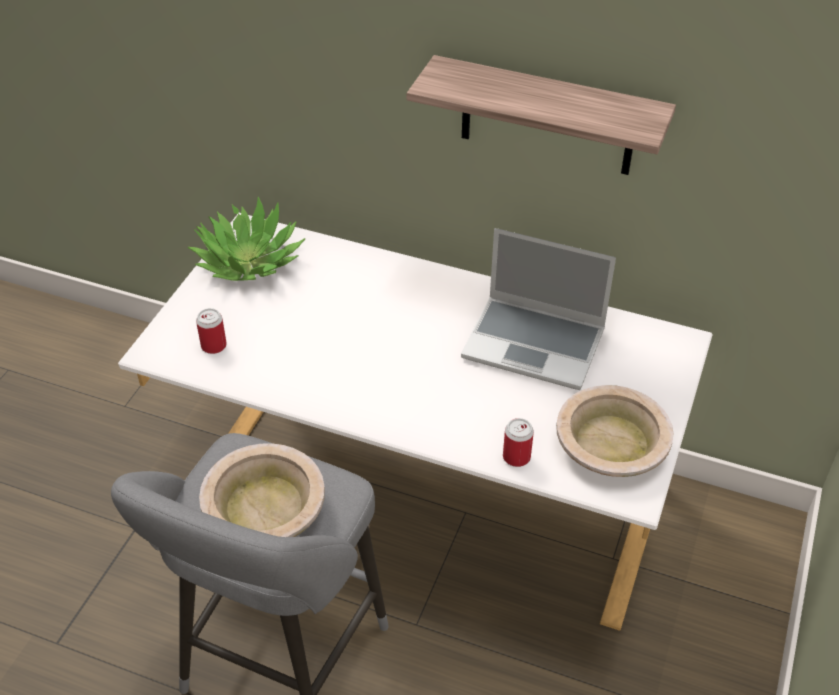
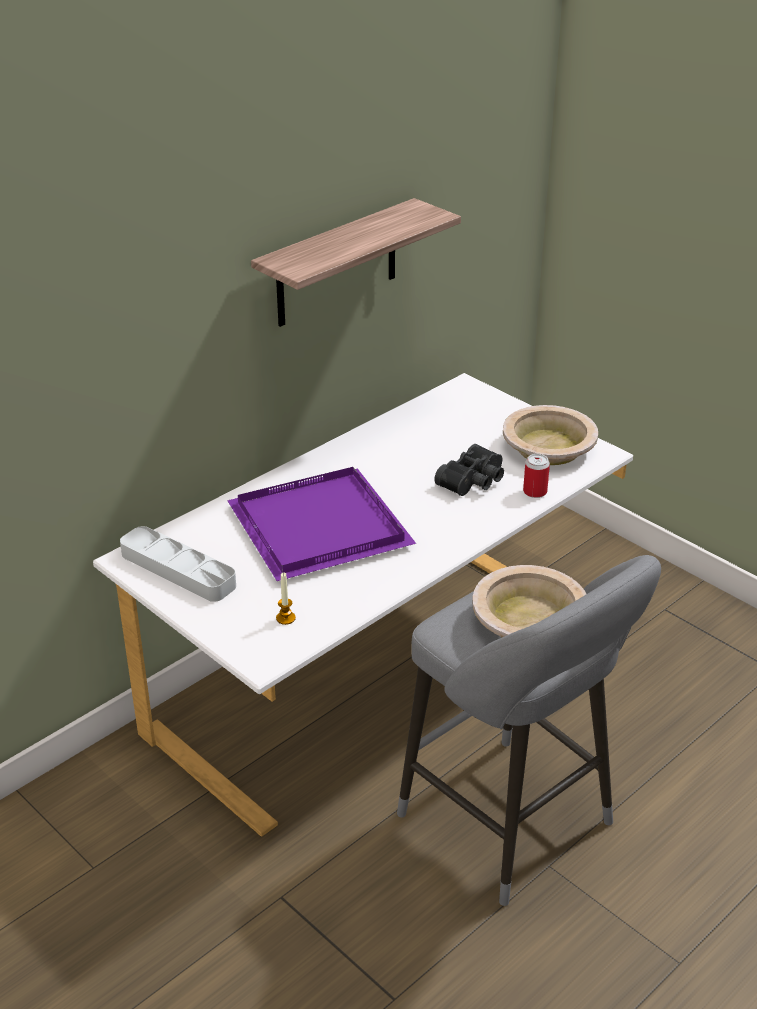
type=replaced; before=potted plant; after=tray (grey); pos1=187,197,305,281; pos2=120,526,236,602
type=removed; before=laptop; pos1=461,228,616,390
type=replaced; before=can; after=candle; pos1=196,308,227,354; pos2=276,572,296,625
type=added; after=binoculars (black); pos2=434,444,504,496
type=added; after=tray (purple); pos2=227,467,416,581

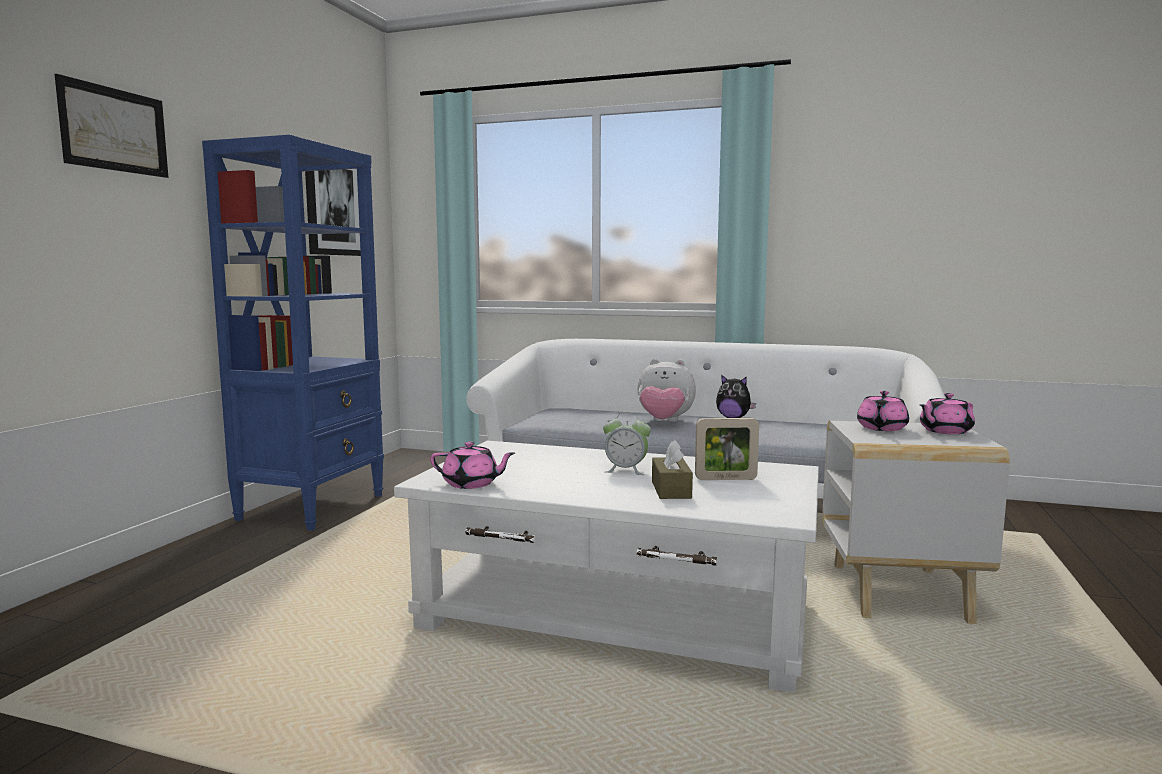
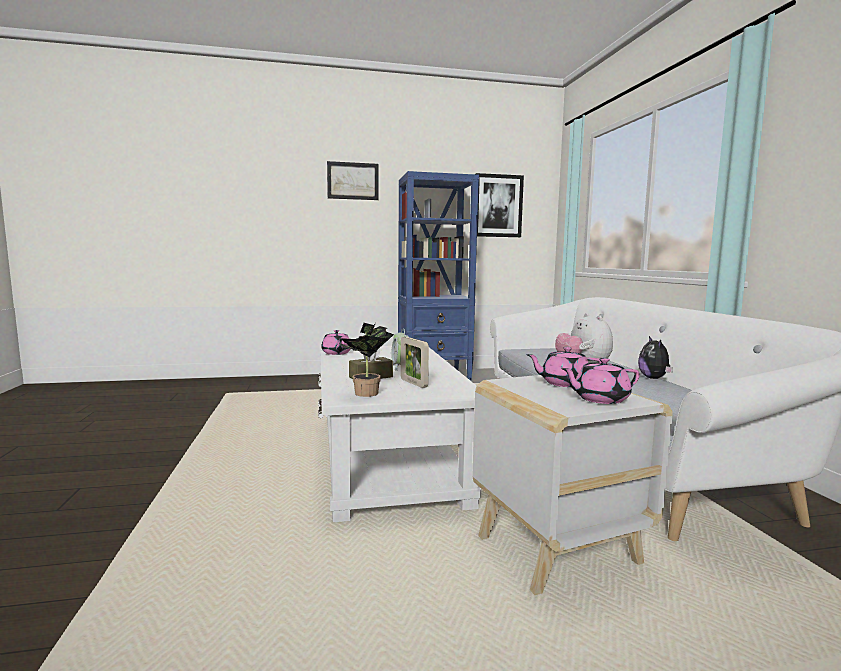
type=turned; before=teapot (pink); pos1=920,393,975,434; pos2=561,358,640,404; turn=-45
type=added; after=potted plant; pos2=339,323,394,397

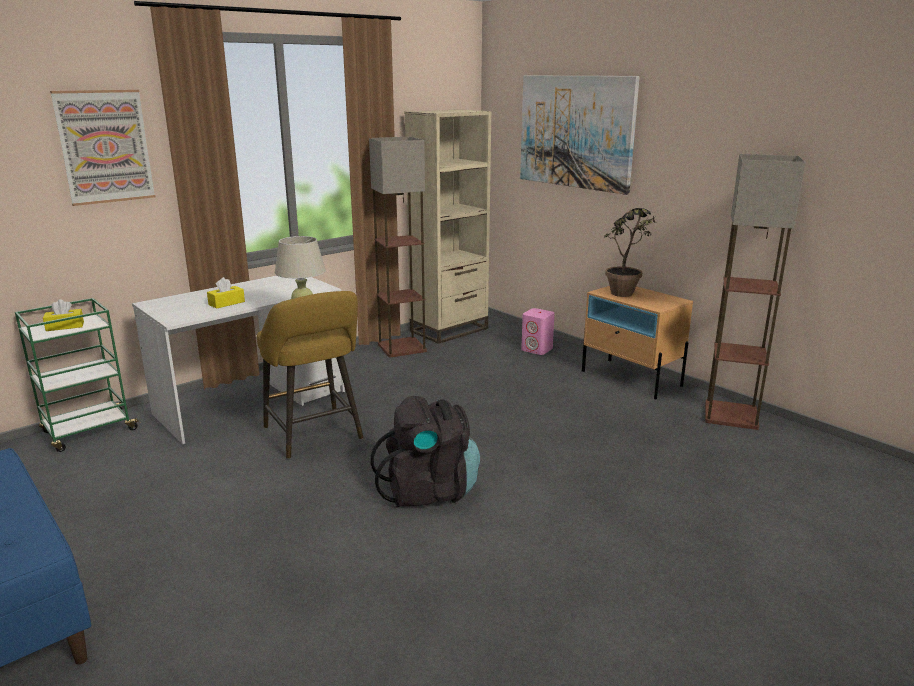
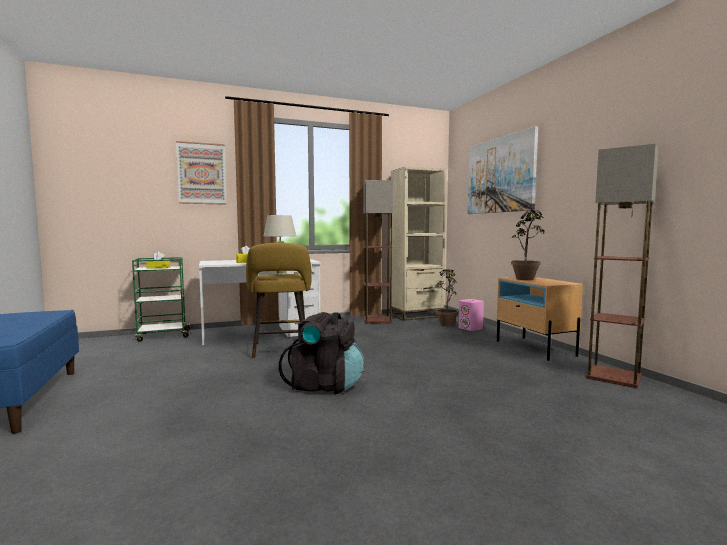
type=added; after=potted plant; pos2=435,269,458,326

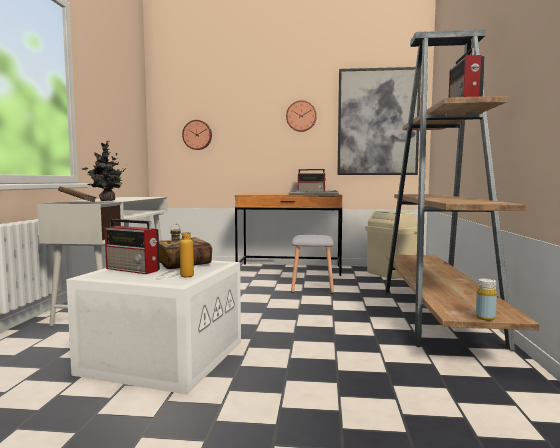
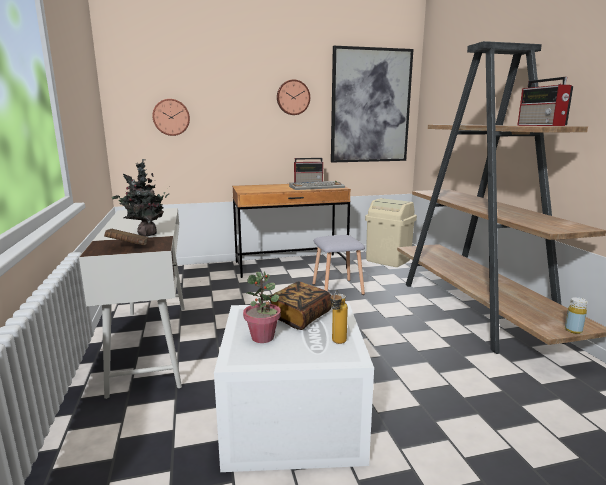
type=replaced; before=radio; after=potted plant; pos1=105,219,160,274; pos2=243,271,281,343

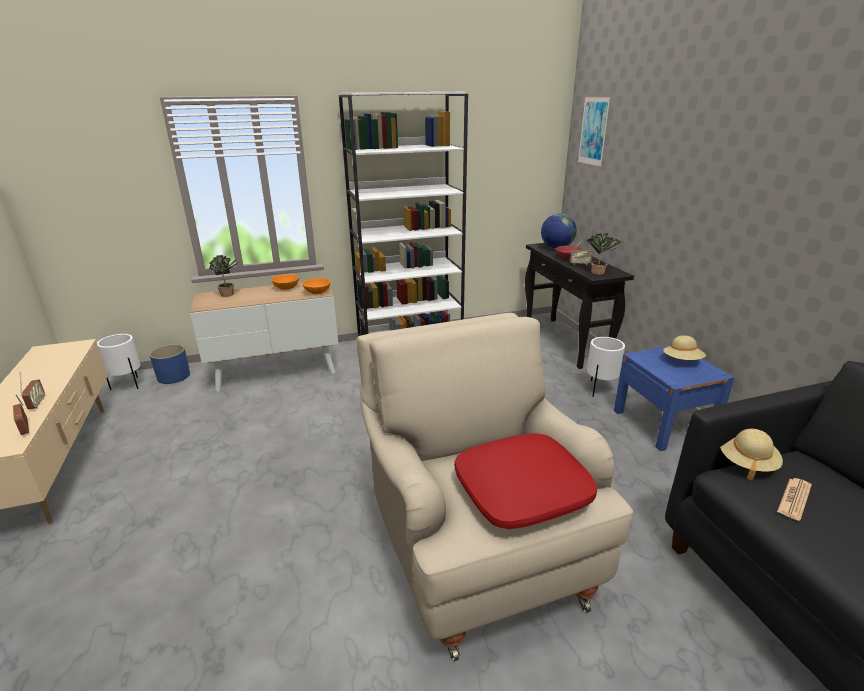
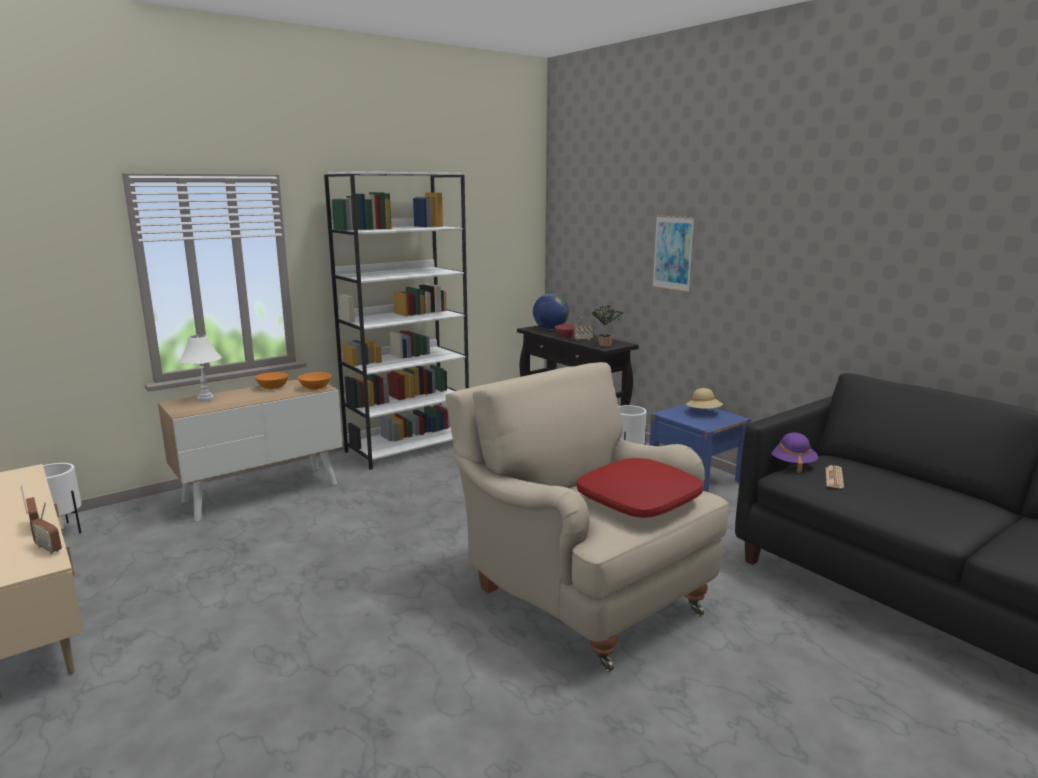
type=moved; before=picture; pos1=577,96,611,167; pos2=652,216,695,292
type=replaced; before=potted plant; after=table lamp (white); pos1=209,255,238,297; pos2=179,335,222,402
type=removed; before=planter (blue); pos1=149,344,190,384
type=recoloured; before=hat (beige); after=hat (purple); pos1=720,429,783,480; pos2=771,432,818,473

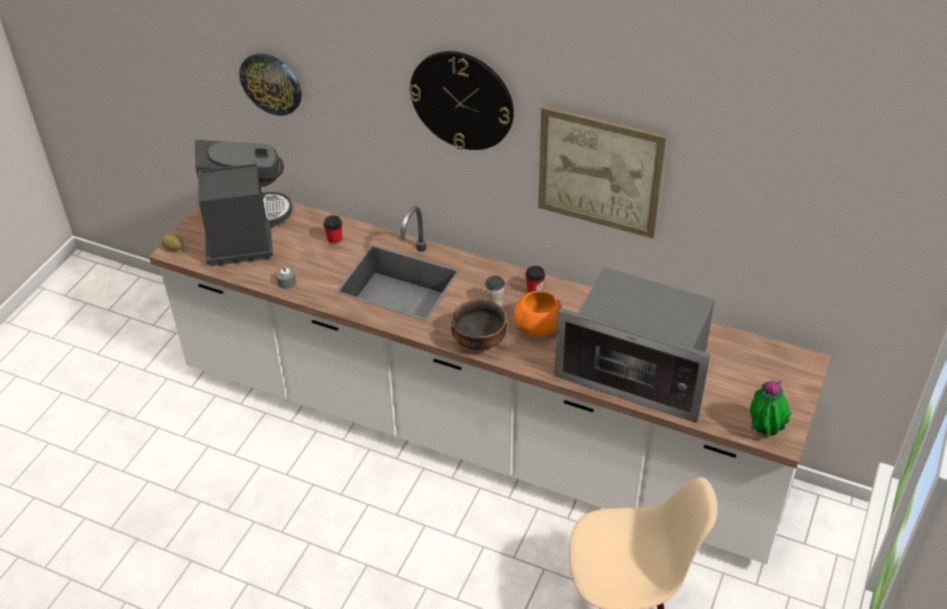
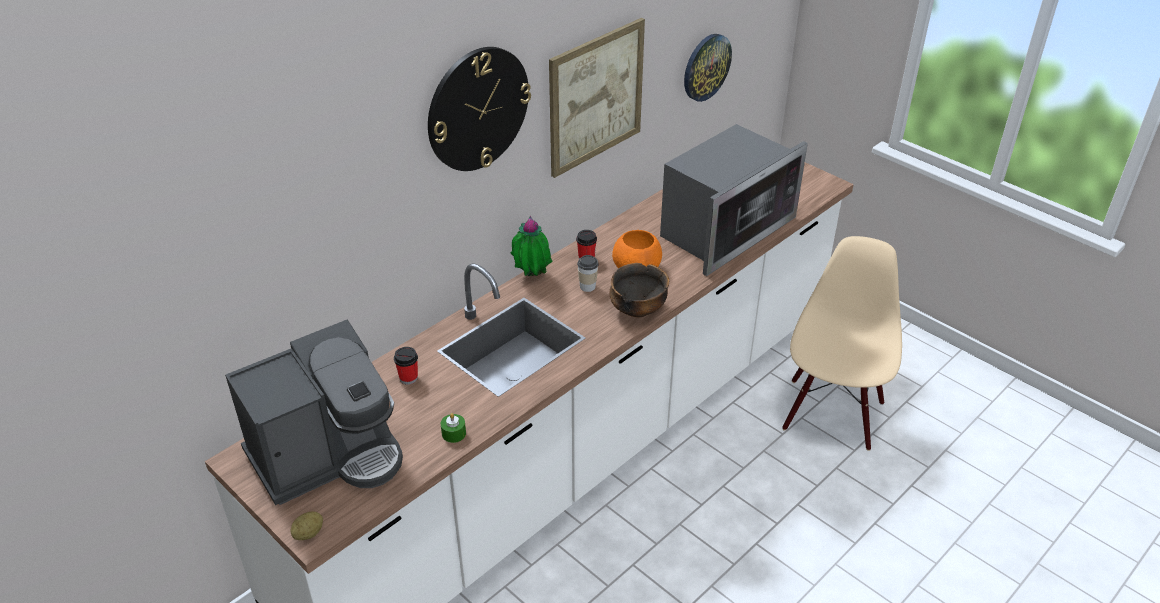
type=moved; before=wall clock; pos1=239,53,302,116; pos2=684,34,732,102
type=turned; before=coffee machine; pos1=195,140,293,266; pos2=225,320,403,505; turn=135
type=recoloured; before=candle (grey); after=candle (green); pos1=276,266,296,289; pos2=441,413,466,443
type=moved; before=potted plant; pos1=750,381,792,437; pos2=510,216,553,276

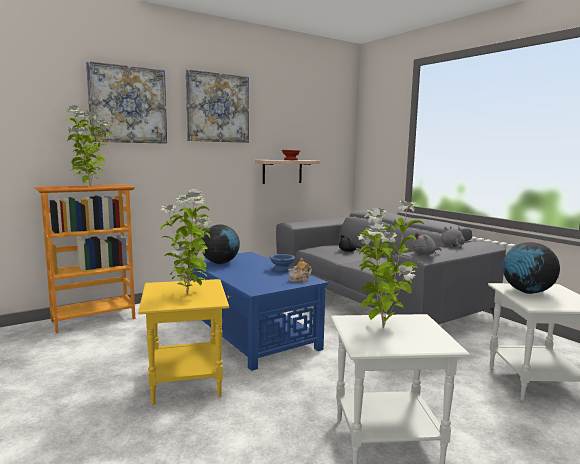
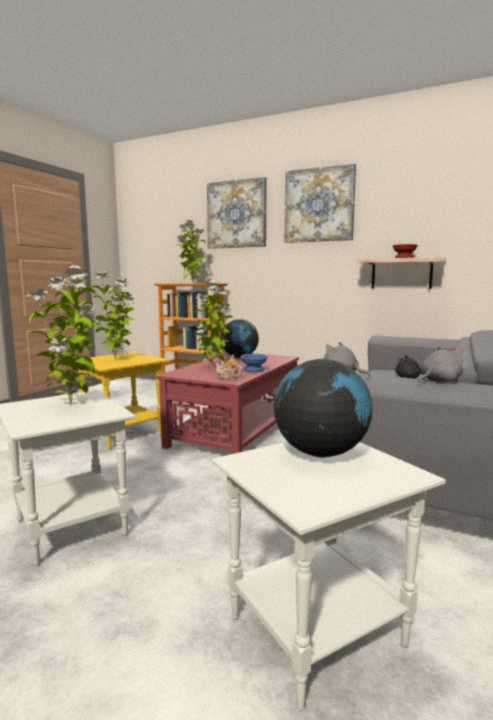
type=recoloured; before=coffee table (blue); after=coffee table (red); pos1=188,252,328,371; pos2=156,353,299,454
type=added; after=potted plant; pos2=193,281,234,368

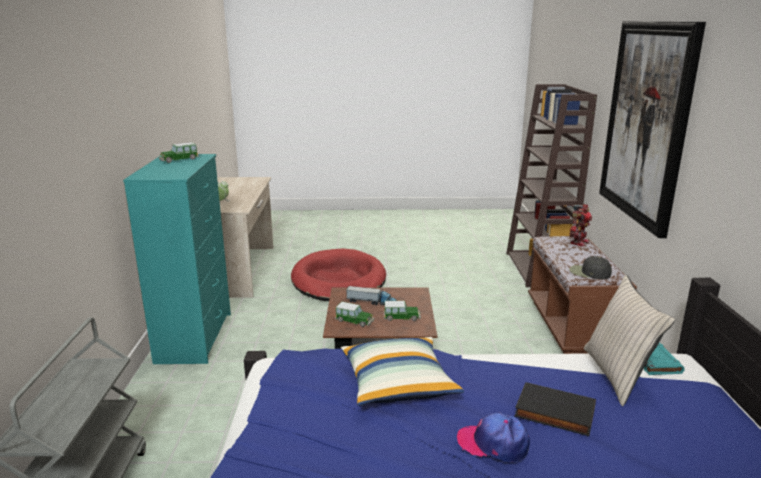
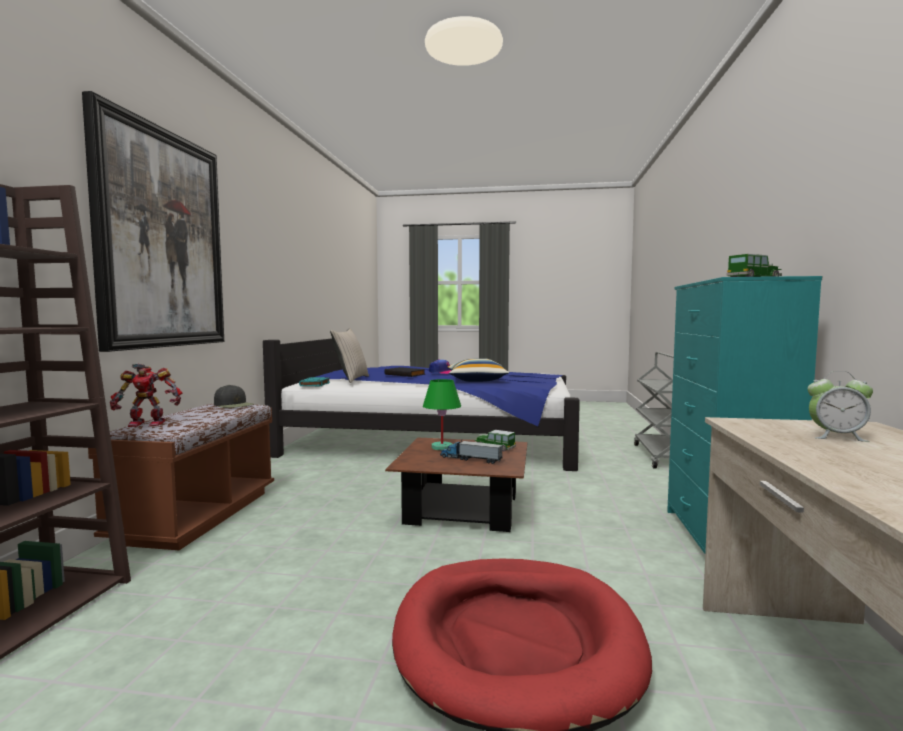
type=turned; before=toy robot; pos1=563,204,592,247; pos2=110,363,182,427; turn=-150
type=replaced; before=toy car; after=table lamp (green); pos1=384,301,421,321; pos2=423,379,461,450

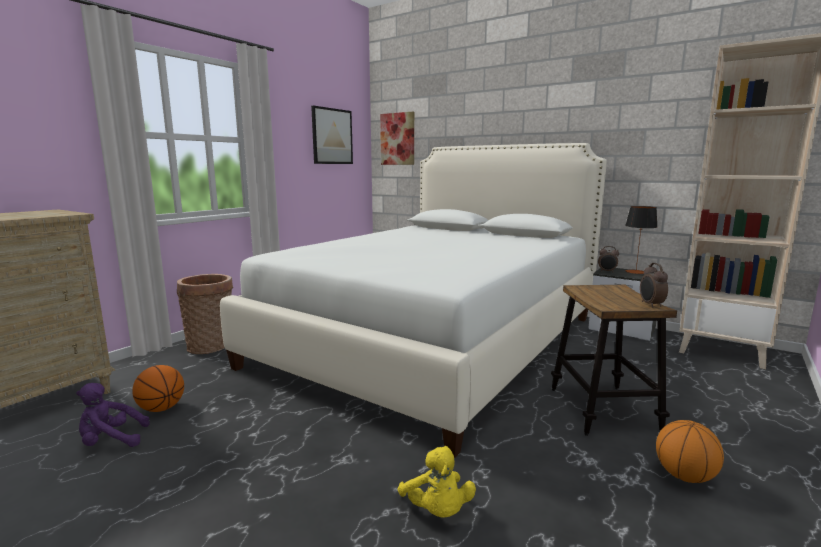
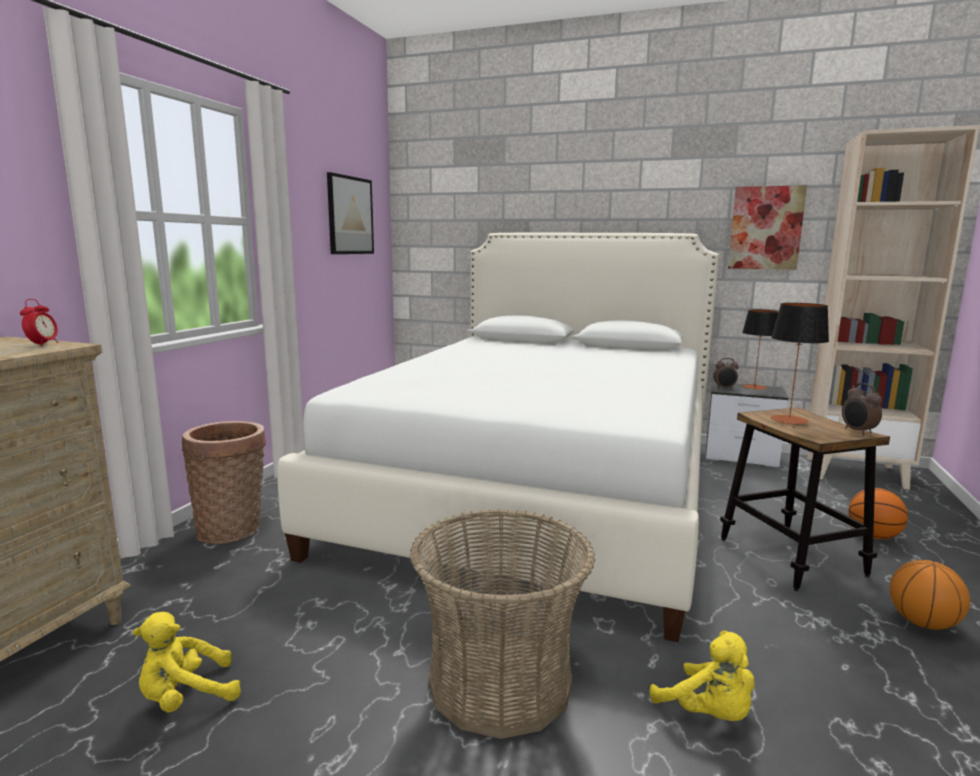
type=moved; before=picture; pos1=380,112,414,165; pos2=728,185,807,270
type=moved; before=basketball; pos1=132,365,184,412; pos2=849,488,908,539
type=recoloured; before=plush toy (purple); after=plush toy (yellow); pos1=76,383,150,447; pos2=133,612,241,712
type=added; after=alarm clock; pos2=20,299,58,346
type=added; after=table lamp; pos2=771,303,829,425
type=added; after=basket; pos2=410,509,596,739

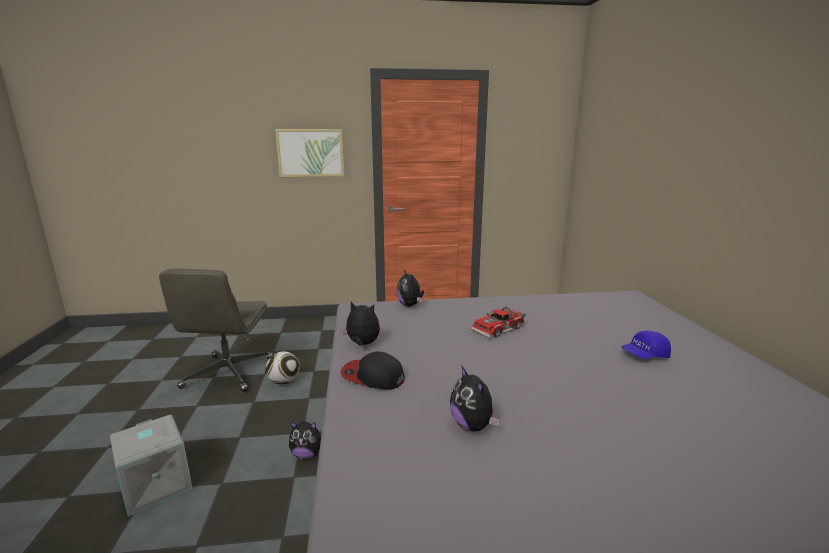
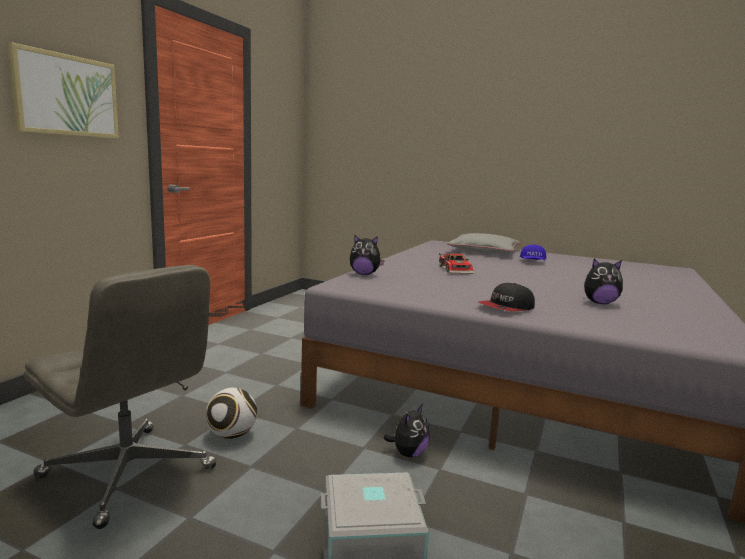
type=removed; before=plush toy; pos1=340,302,380,346
type=added; after=pillow (grey); pos2=447,233,521,253

